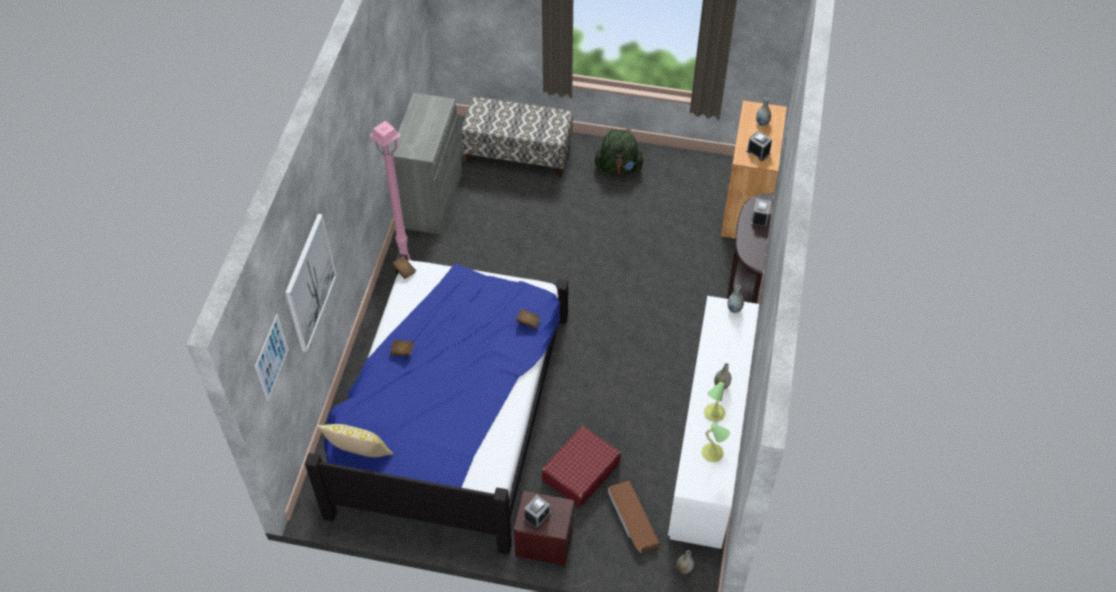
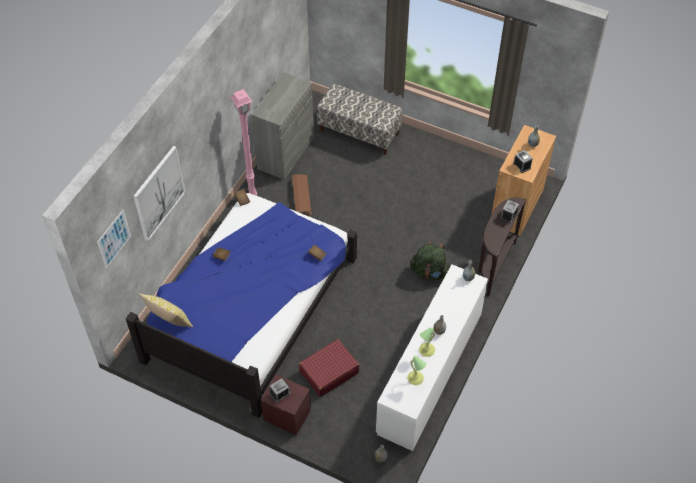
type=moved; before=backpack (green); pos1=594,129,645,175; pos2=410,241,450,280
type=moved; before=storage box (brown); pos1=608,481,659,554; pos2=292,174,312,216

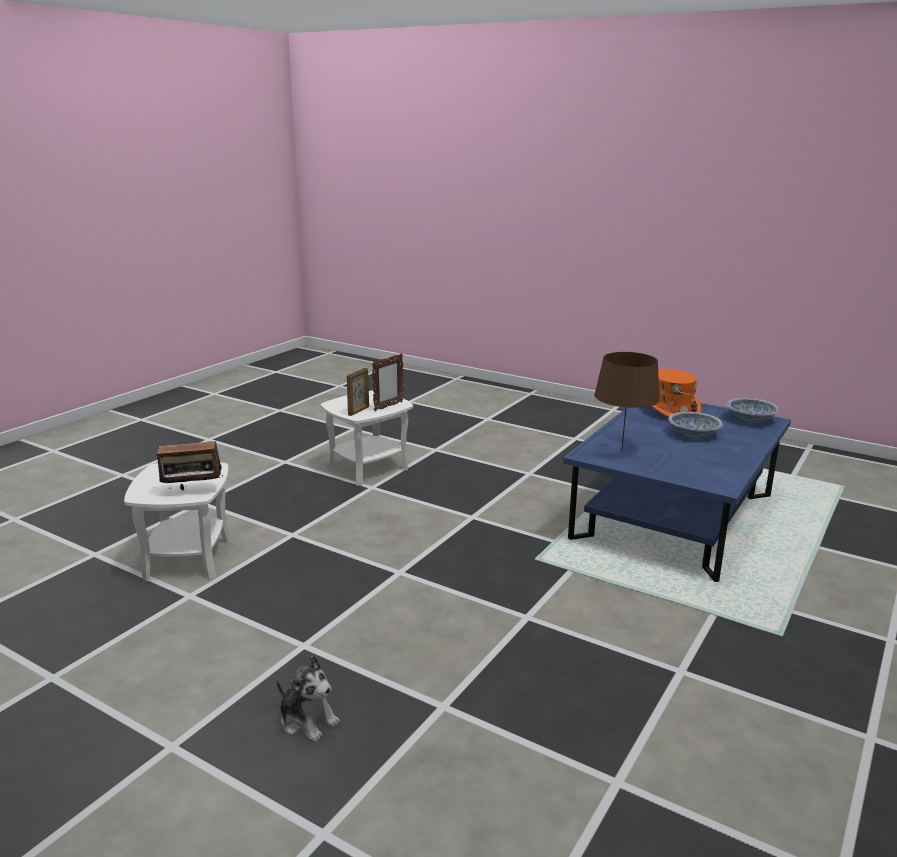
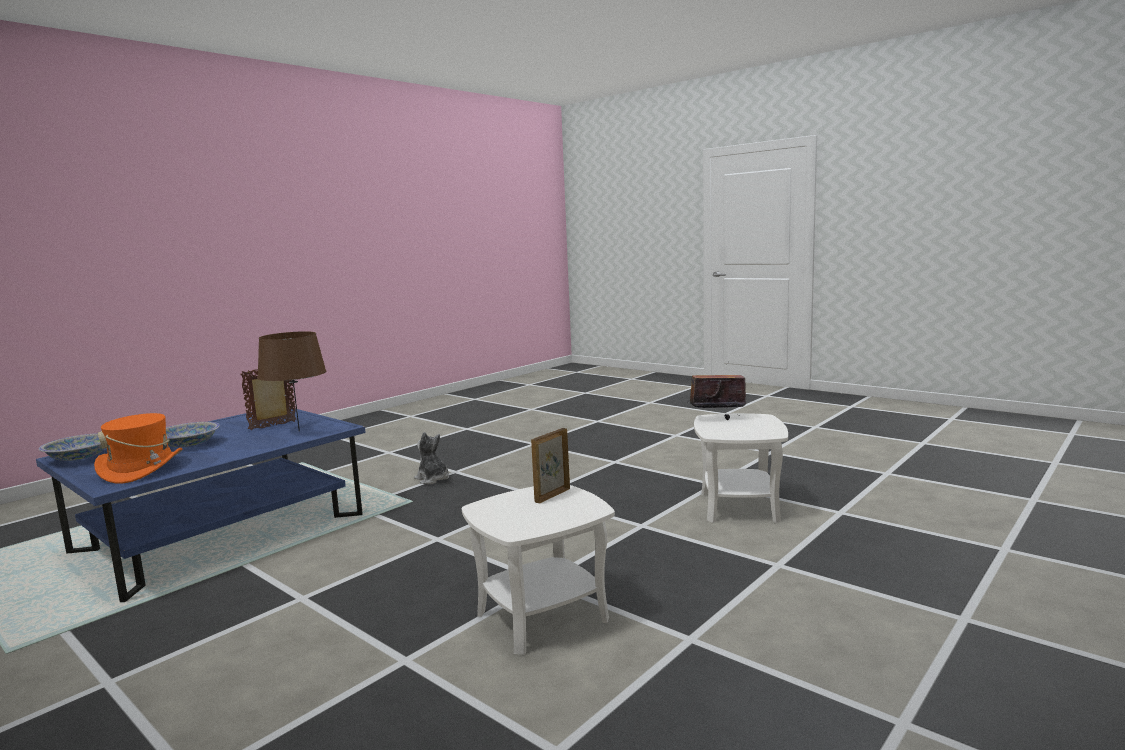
type=moved; before=picture frame; pos1=372,353,403,411; pos2=240,369,296,431
type=moved; before=plush toy; pos1=276,656,340,742; pos2=414,432,449,484

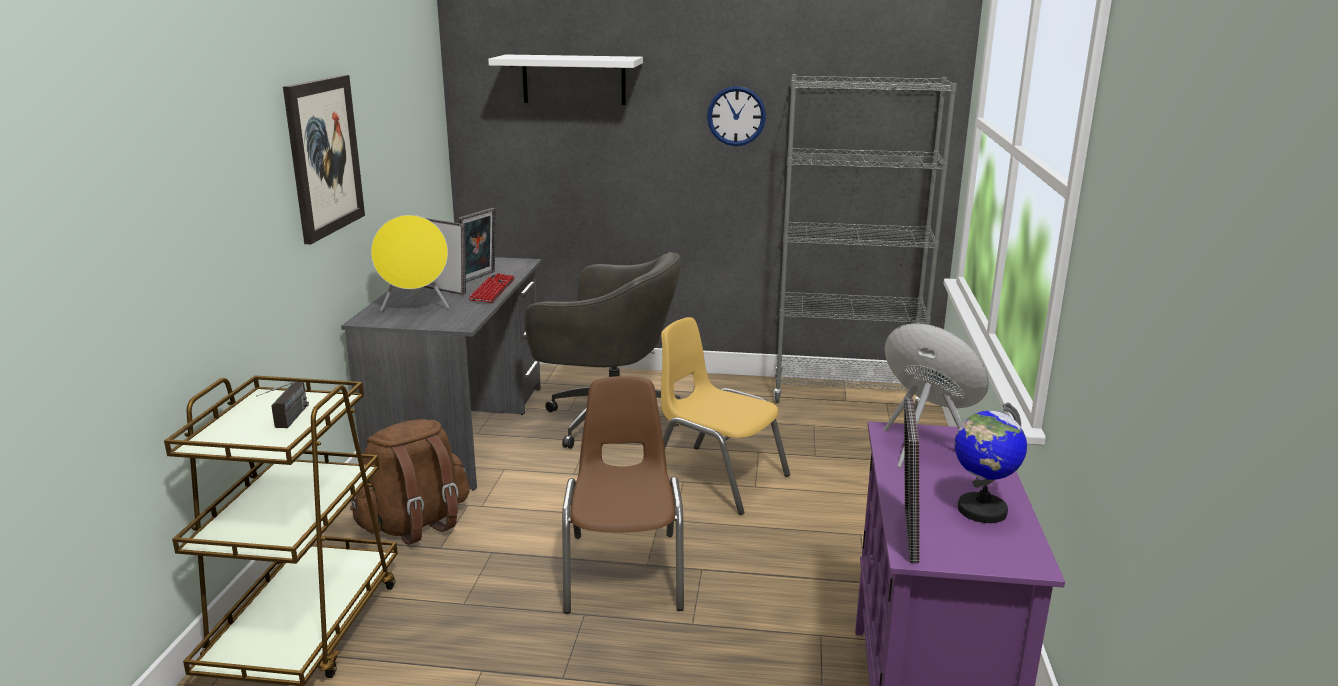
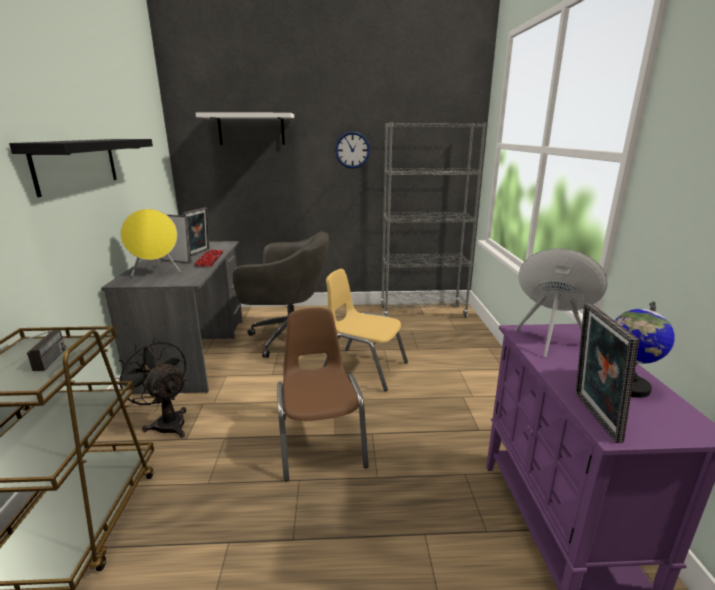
type=replaced; before=picture; after=shelf (black); pos1=283,75,365,244; pos2=9,139,153,197
type=replaced; before=backpack (brown); after=fan (black); pos1=350,419,470,545; pos2=115,338,187,438

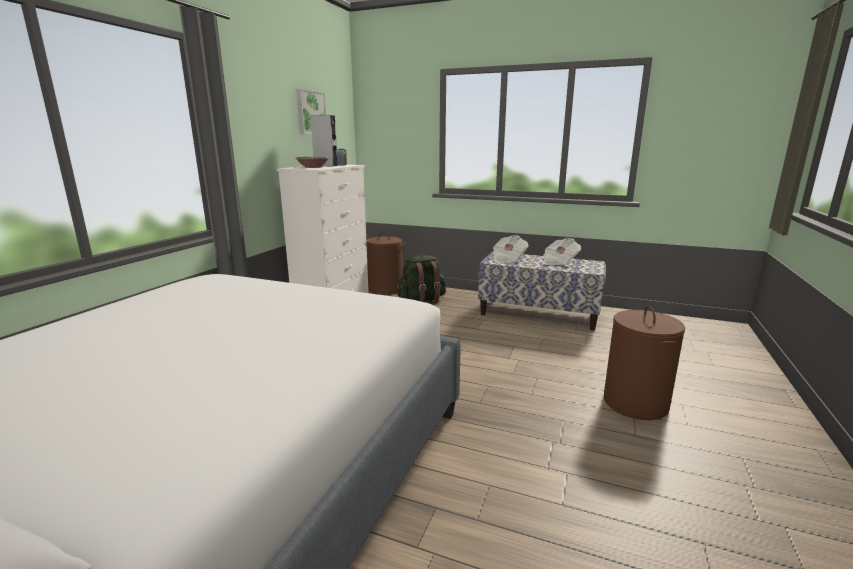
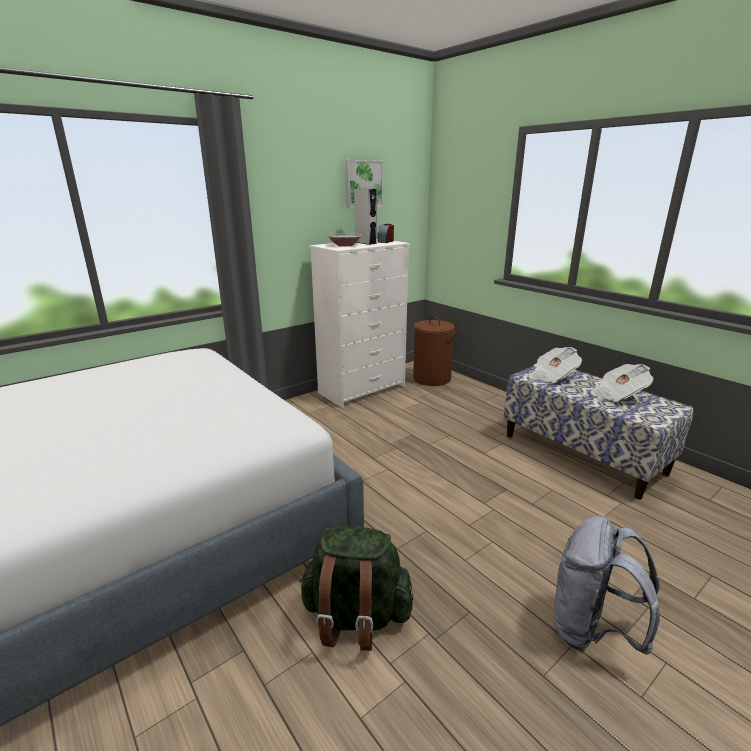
type=moved; before=backpack (green); pos1=396,255,446,304; pos2=299,526,414,651
type=replaced; before=laundry basket (brown); after=backpack (grey); pos1=604,306,686,420; pos2=554,516,660,655

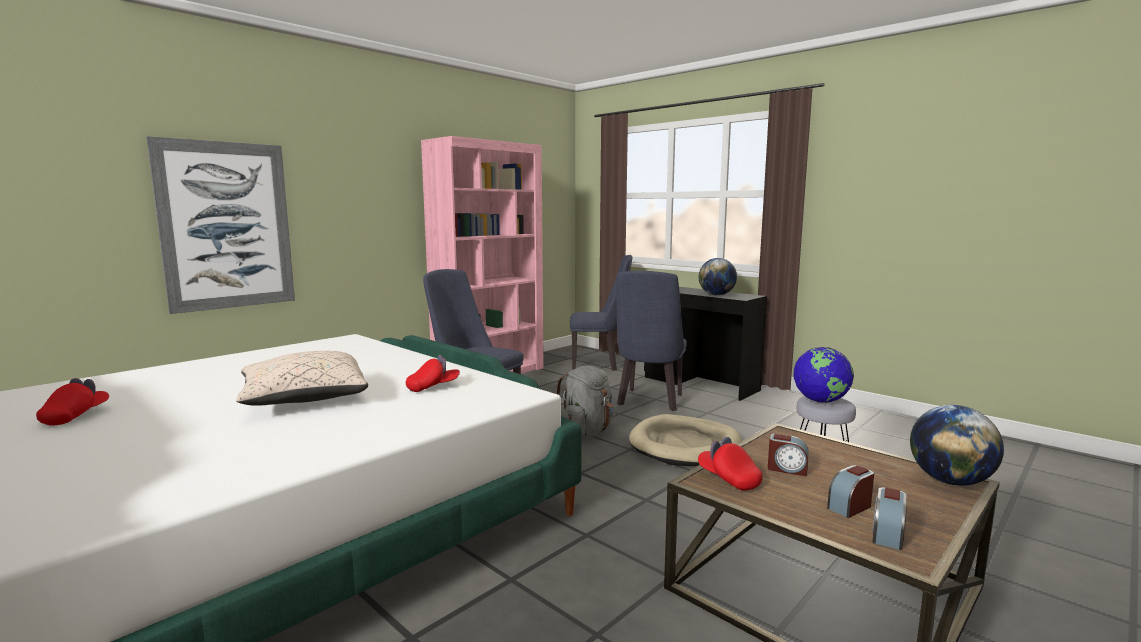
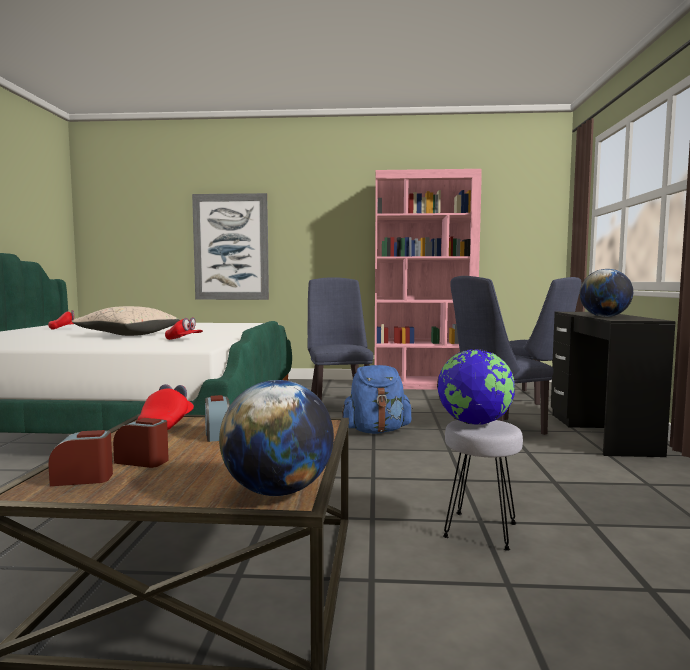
type=recoloured; before=backpack (grey); after=backpack (blue); pos1=556,366,614,437; pos2=342,365,413,434
type=removed; before=dog bed (beige); pos1=629,414,741,466

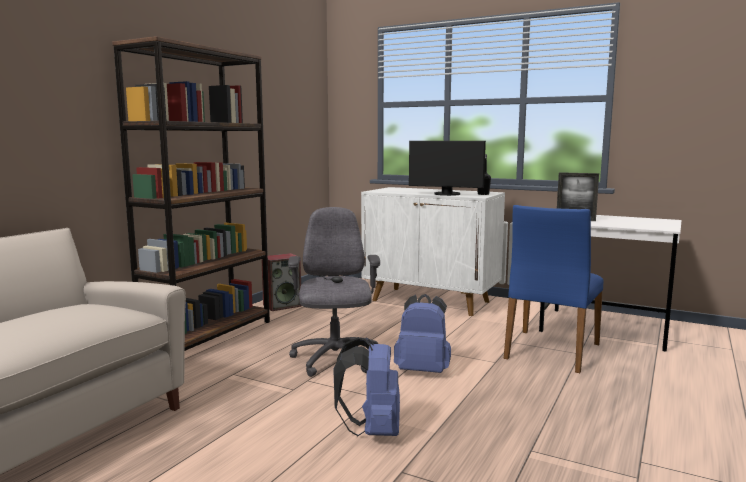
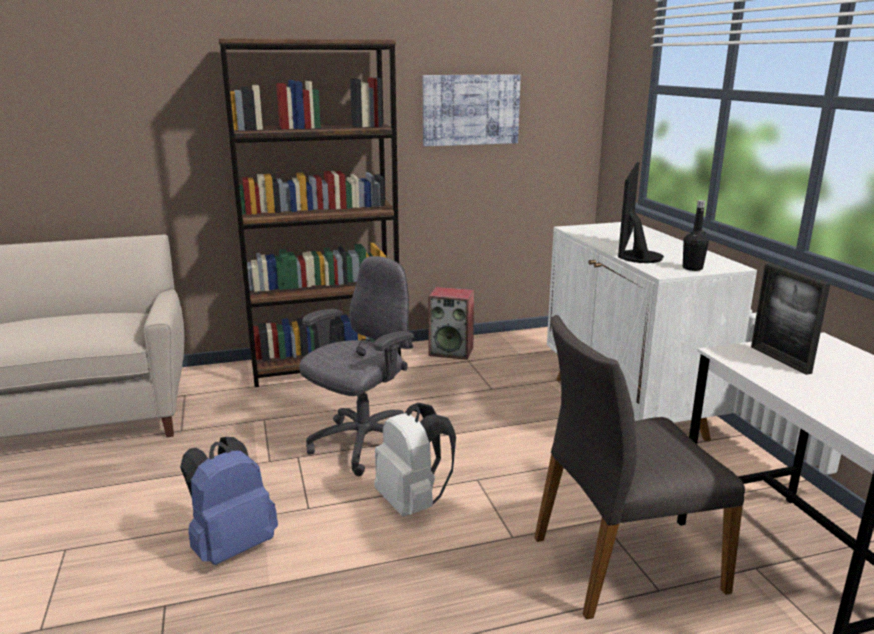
type=turned; before=monitor; pos1=409,141,486,196; pos2=618,162,664,263; turn=45
type=recoloured; before=chair (blue); after=chair (grey); pos1=504,205,604,373; pos2=534,315,745,620
type=recoloured; before=backpack (blue); after=backpack (white); pos1=394,294,451,373; pos2=374,403,456,517
type=added; after=picture; pos2=423,74,521,146

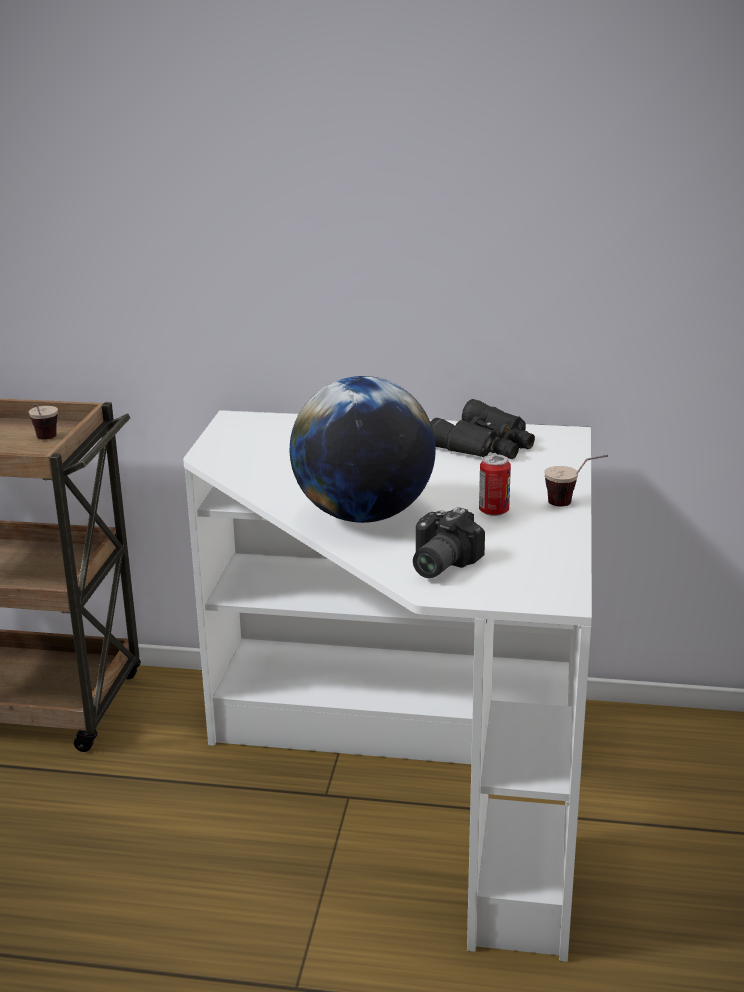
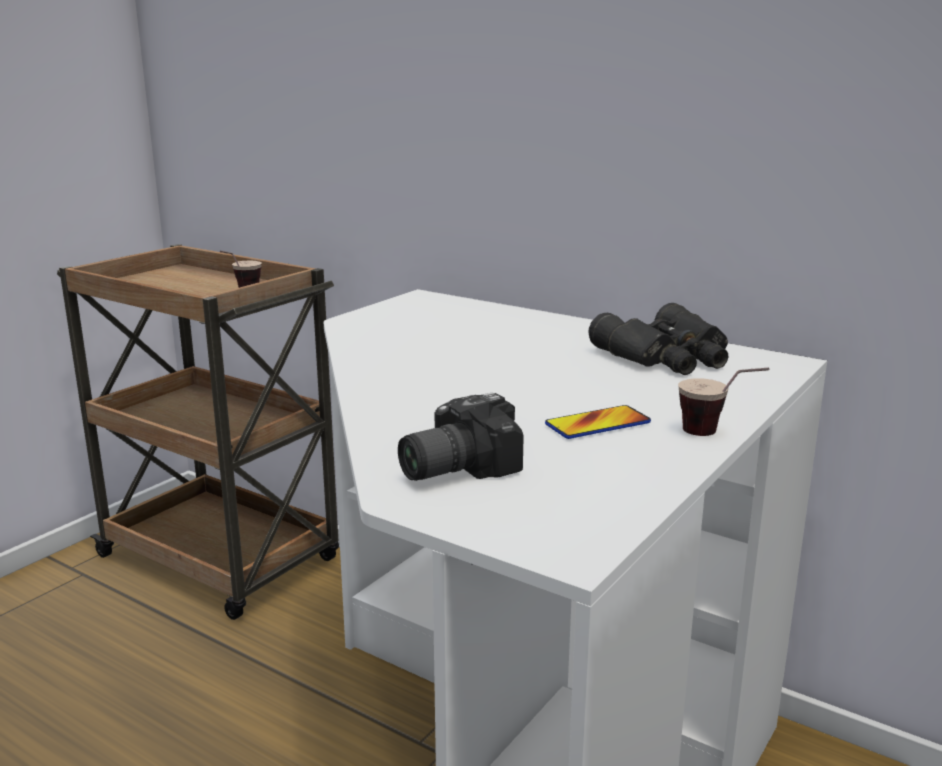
type=removed; before=globe; pos1=290,376,436,523
type=replaced; before=can; after=phone; pos1=479,454,511,516; pos2=545,405,651,439

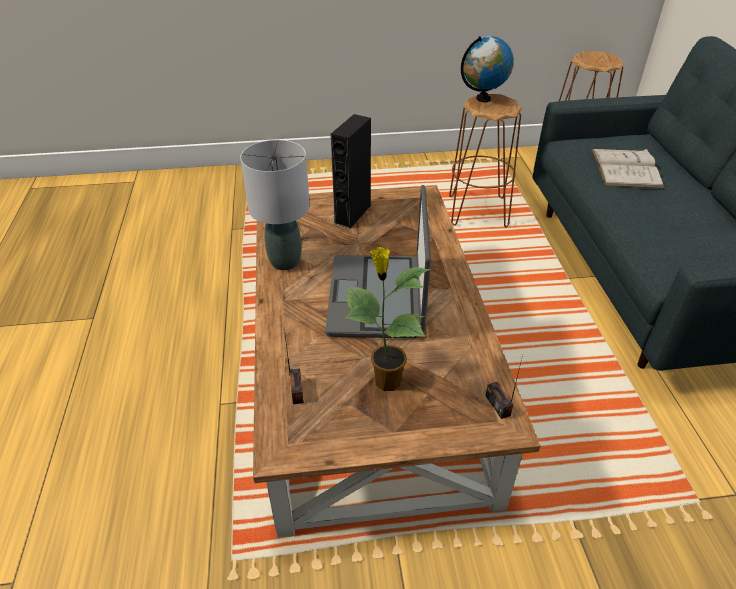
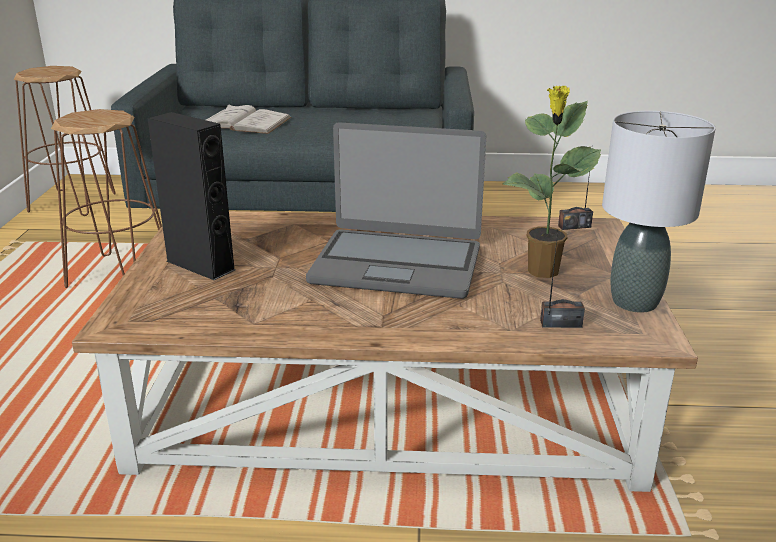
type=removed; before=globe; pos1=461,36,514,102
type=moved; before=table lamp (grey); pos1=240,140,310,270; pos2=602,111,715,313

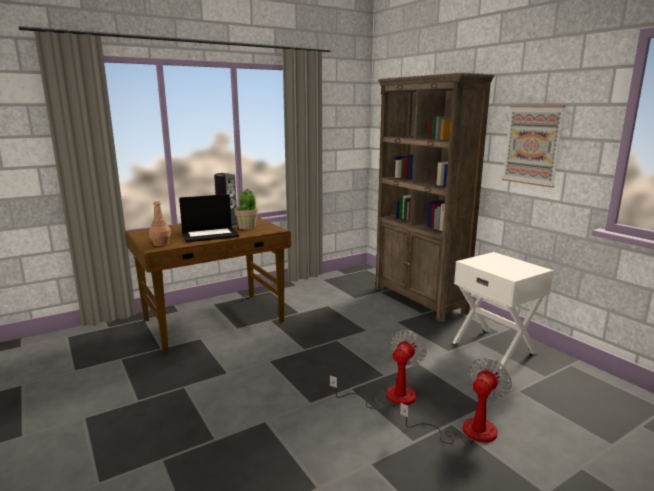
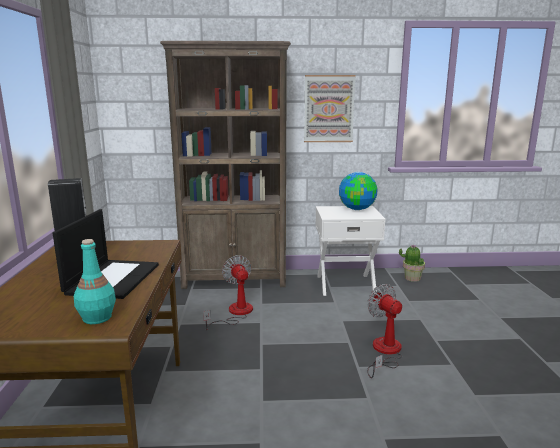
type=moved; before=potted plant; pos1=234,188,258,229; pos2=399,244,425,282
type=recoloured; before=bottle (brown); after=bottle (turquoise); pos1=149,200,171,246; pos2=74,239,116,324
type=moved; before=fan; pos1=400,358,512,445; pos2=203,255,253,330
type=added; after=globe; pos2=339,172,378,210

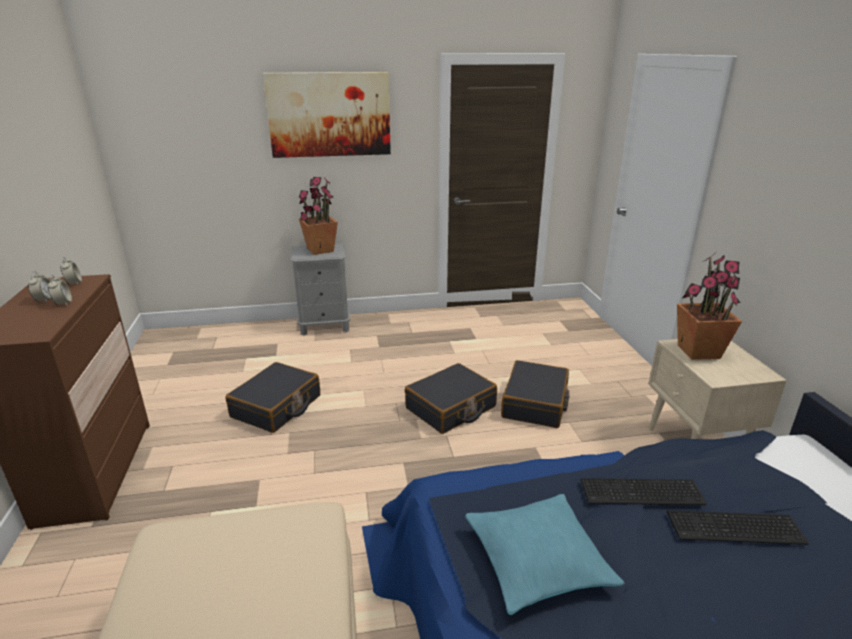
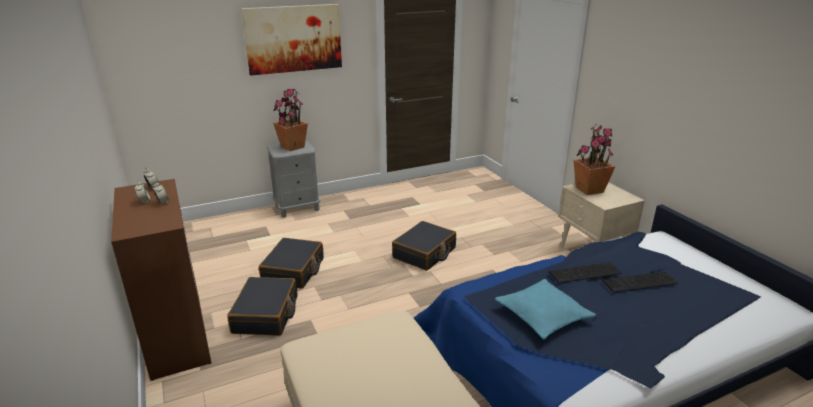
type=moved; before=suitcase (black); pos1=501,360,570,428; pos2=227,277,297,336

